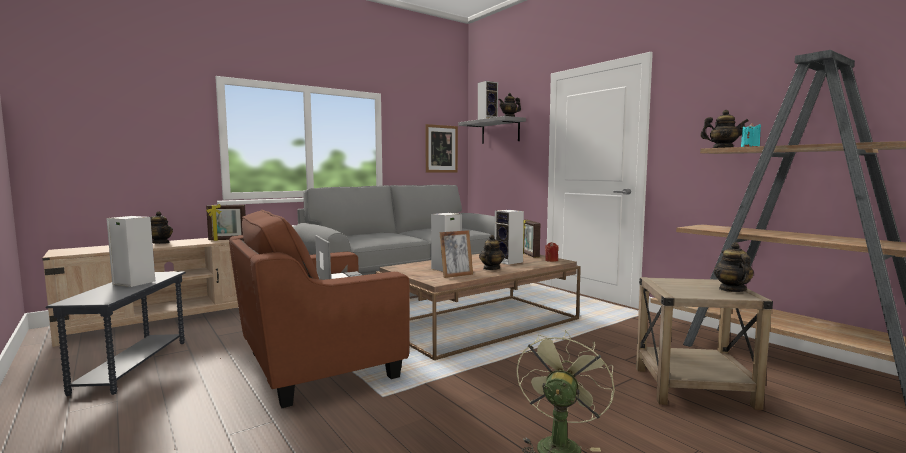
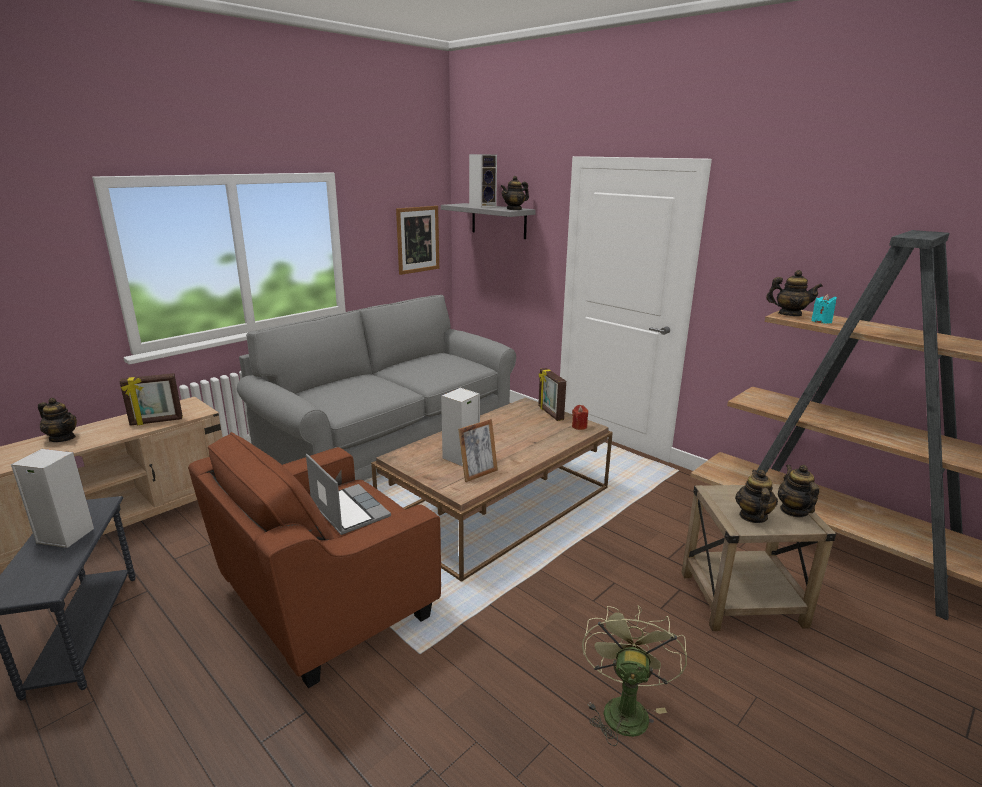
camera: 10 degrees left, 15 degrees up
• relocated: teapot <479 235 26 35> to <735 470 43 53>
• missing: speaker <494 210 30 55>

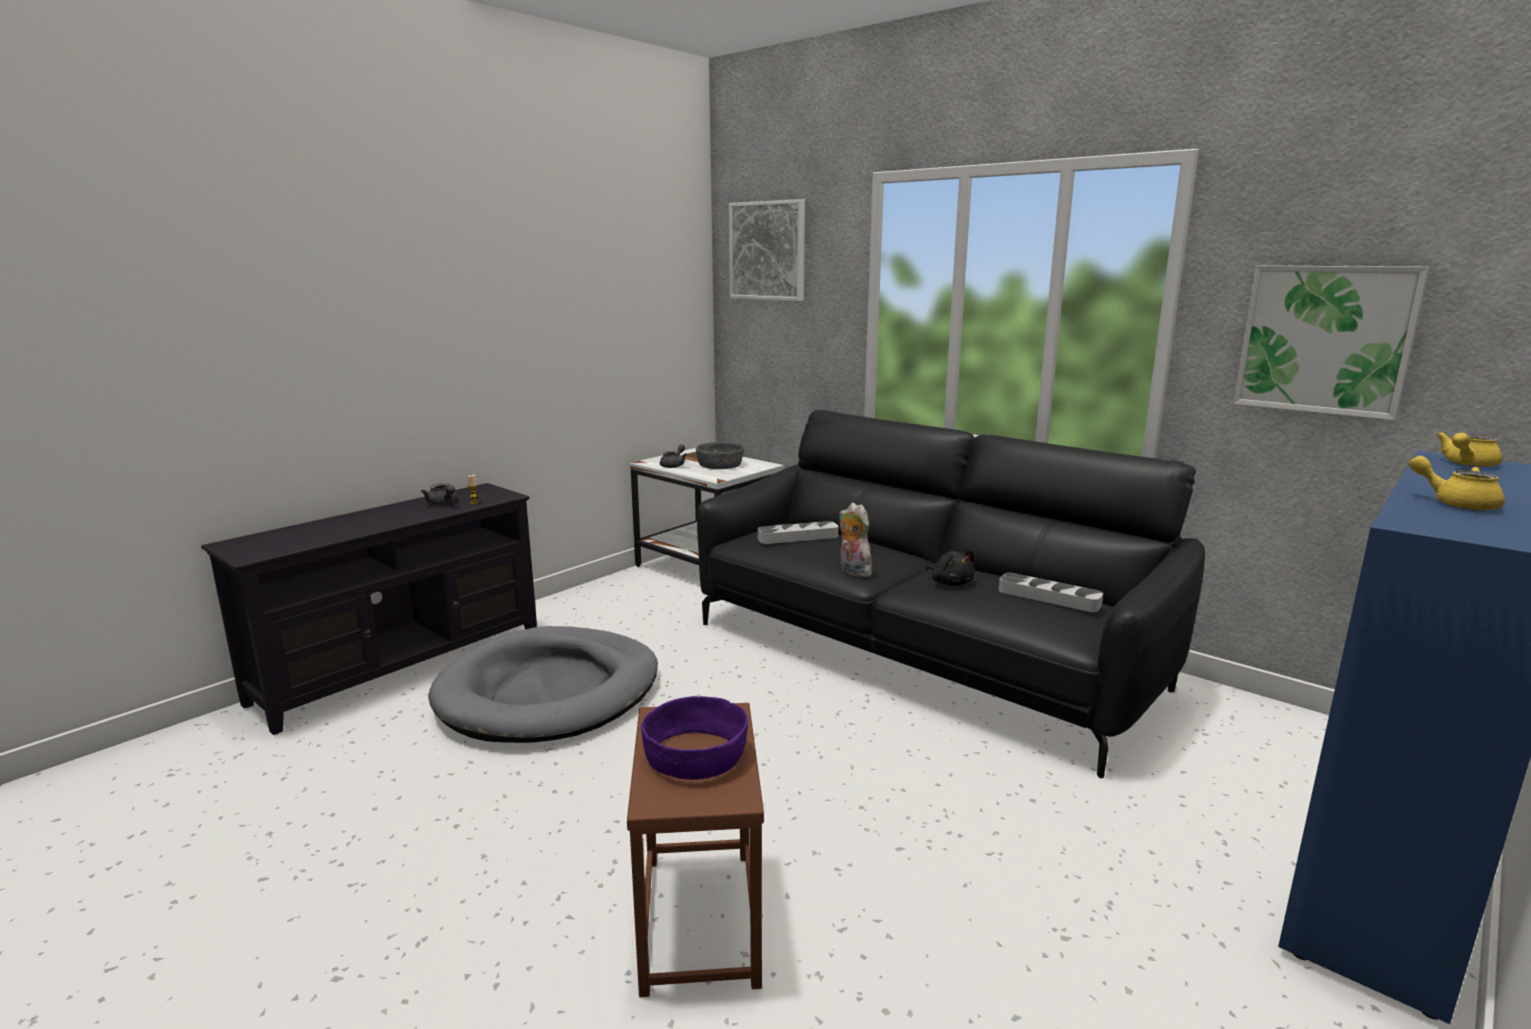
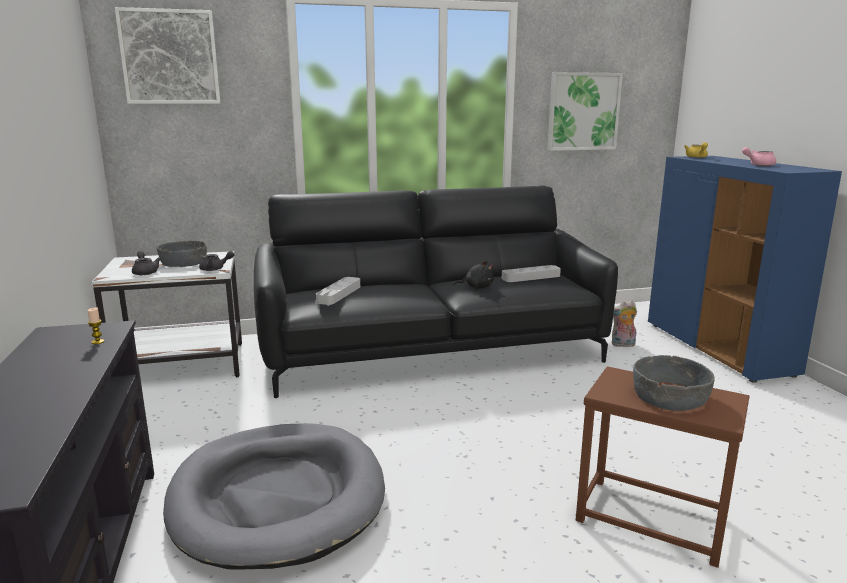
camera: 55 degrees left, 0 degrees up
• relocated: grey teapot <421 483 36 22> to <199 251 35 20>
• relocated: plush toy <839 503 33 74> to <612 300 25 47>
• colour: purple bowl <641 696 107 84> to grey bowl <633 355 82 56>
• colour: yellow teapot <1409 456 96 55> to pink teapot <742 147 34 19>

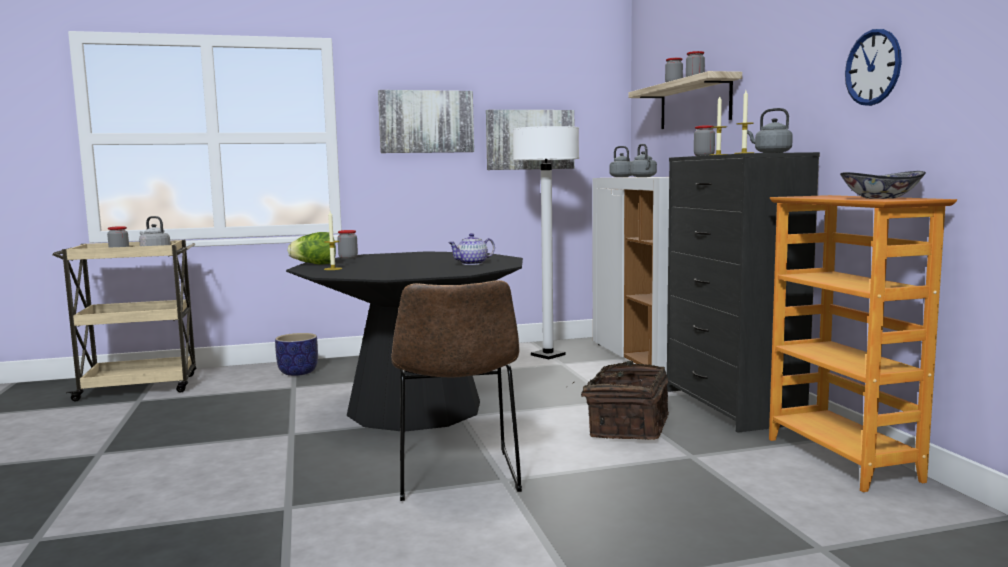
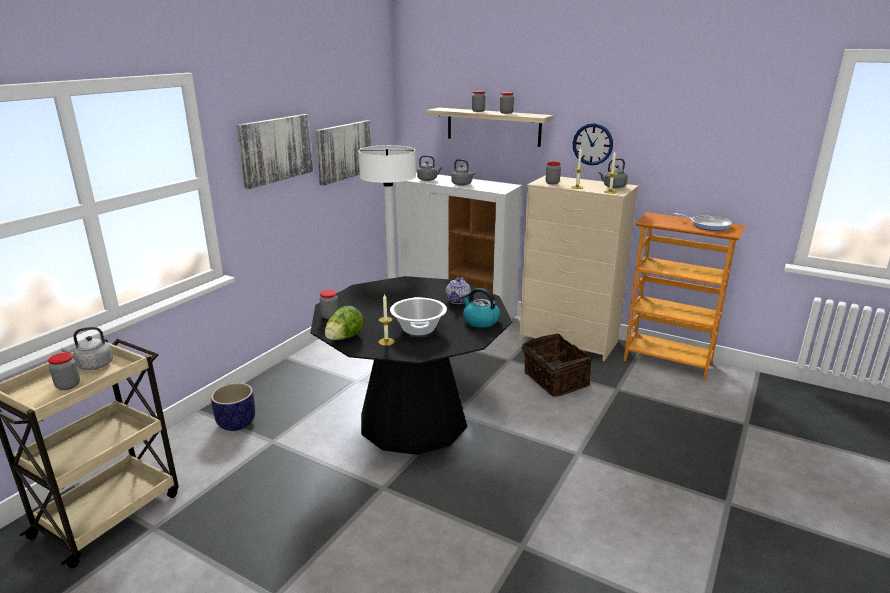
camera: 45 degrees left, 15 degrees up
• appeared: cooking pot <390 297 57 38>
• appeared: kettle <461 288 39 40>
• colour: black dresser <667 152 153 281> to beige dresser <519 175 119 186>
• relocated: wall clock <845 29 57 77> to <573 123 40 42>
• exchanged: bowl <840 171 86 28> to frying pan <673 213 59 18>
• missing: brown chair <391 280 131 221>

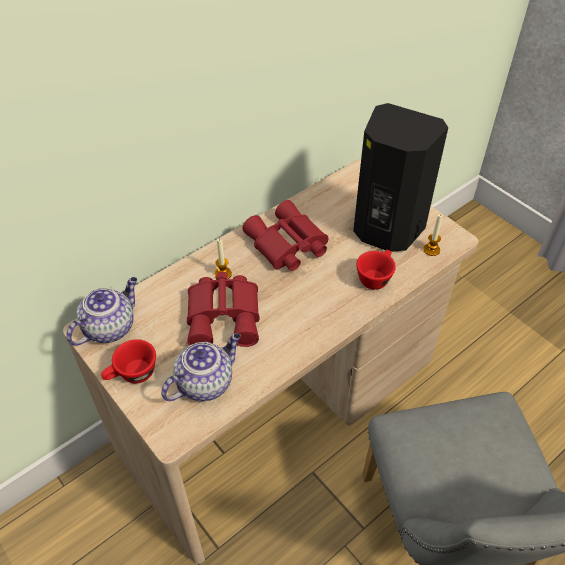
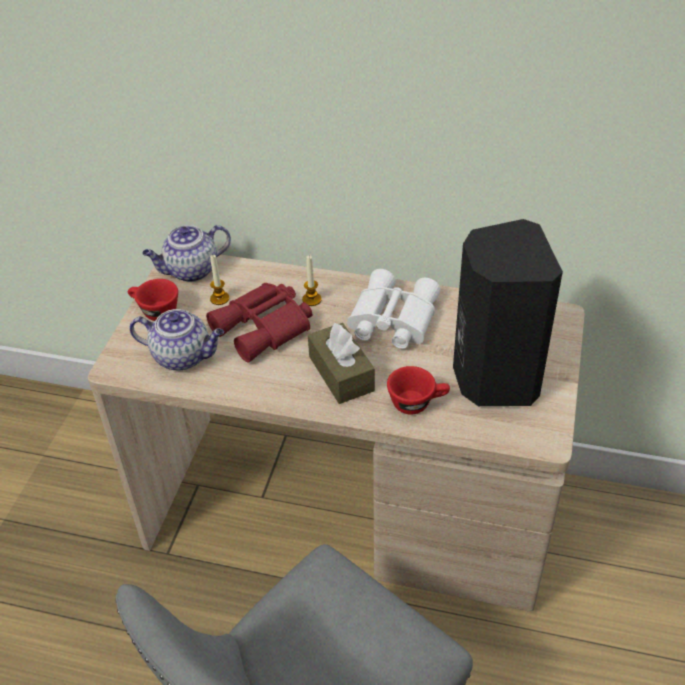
camera: 55 degrees right, 5 degrees down
• spun: teapot <66 277 71 69> = <142 225 89 57> 150 degrees clockwise
• relocated: candle <423 214 20 42> to <210 255 19 50>
• appeared: brown tissue box <308 323 67 81>
• colour: red binoculars <242 200 86 71> to white binoculars <347 269 94 80>

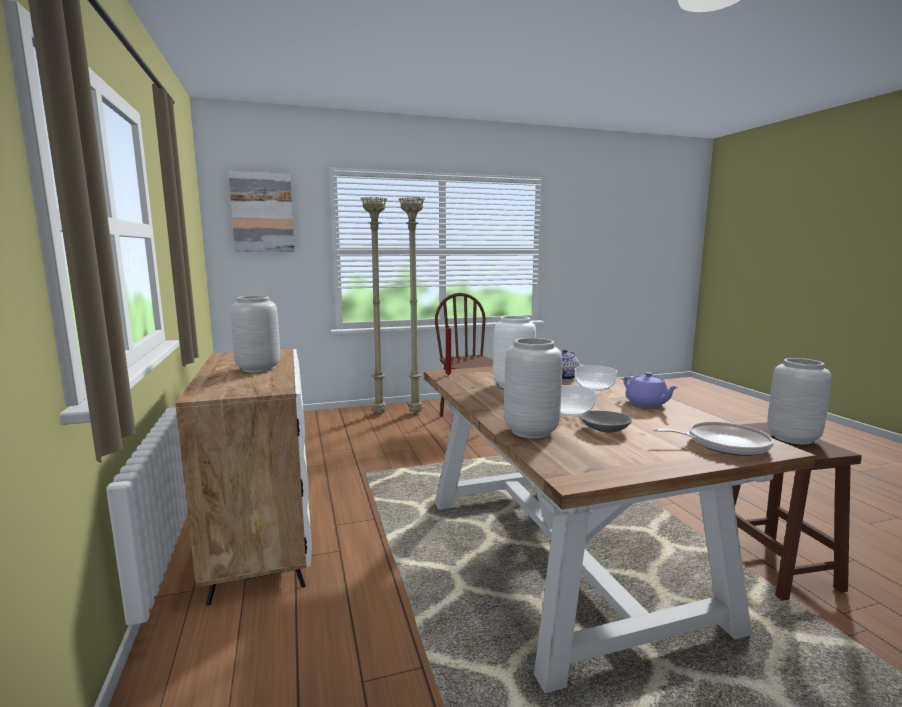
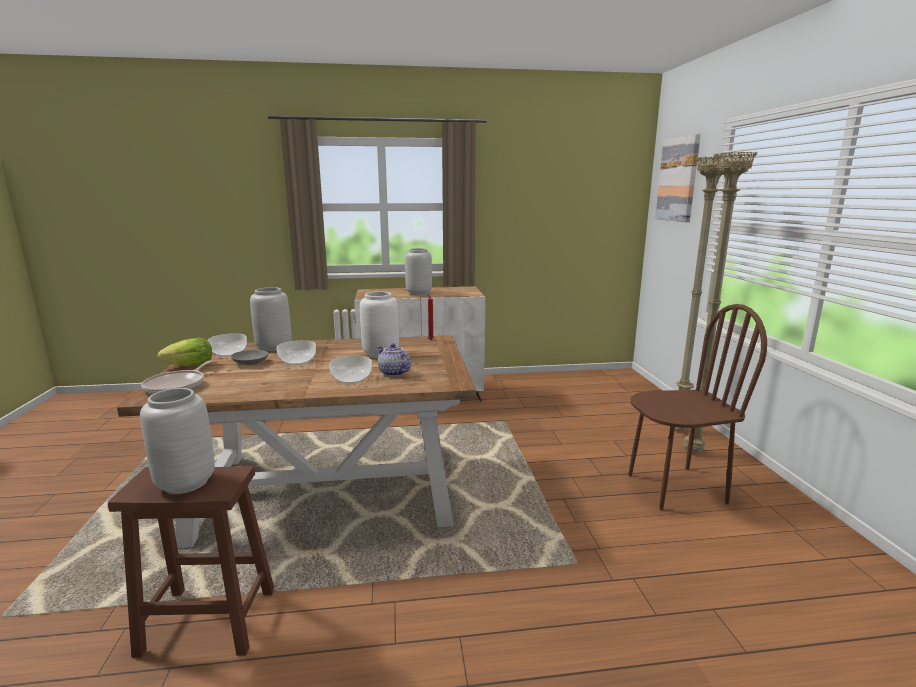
camera: 100 degrees right, 5 degrees up
• appeared: lettuce <158 338 54 28>
• appeared: bowl <207 333 40 24>
• missing: purple teapot <623 372 55 35>

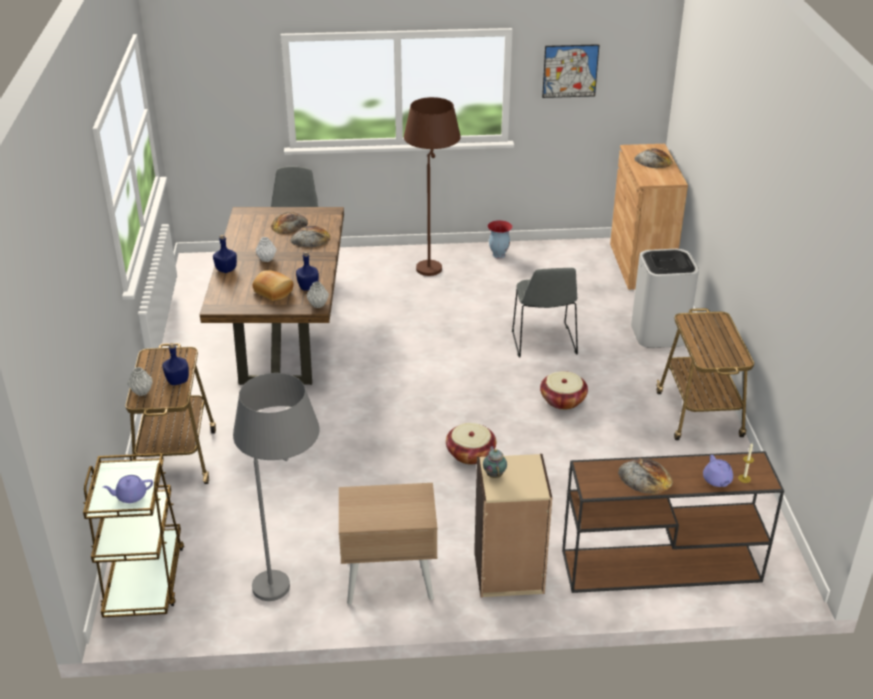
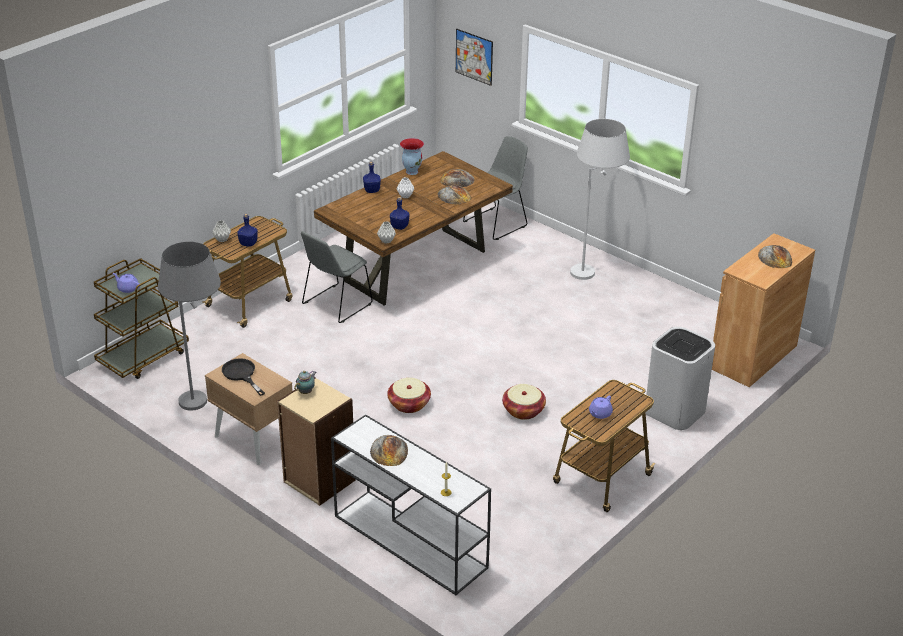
camera: 45 degrees right, 0 degrees up
• appeared: black frying pan <222 358 43 38>
• relocated: grey chair <512 268 66 90> to <301 231 72 92>
• colour: brown console table <562 451 222 142> to white console table <331 415 160 180>
• relocated: vase <487 220 26 38> to <400 138 24 37>
• relocated: picture <542 44 57 54> to <456 29 37 57>
• colour: brown floor lamp <404 97 57 179> to white floor lamp <570 119 60 161>
• relocated: purple teapot <703 455 30 32> to <589 396 24 23>
• missing: bread <253 270 41 31>

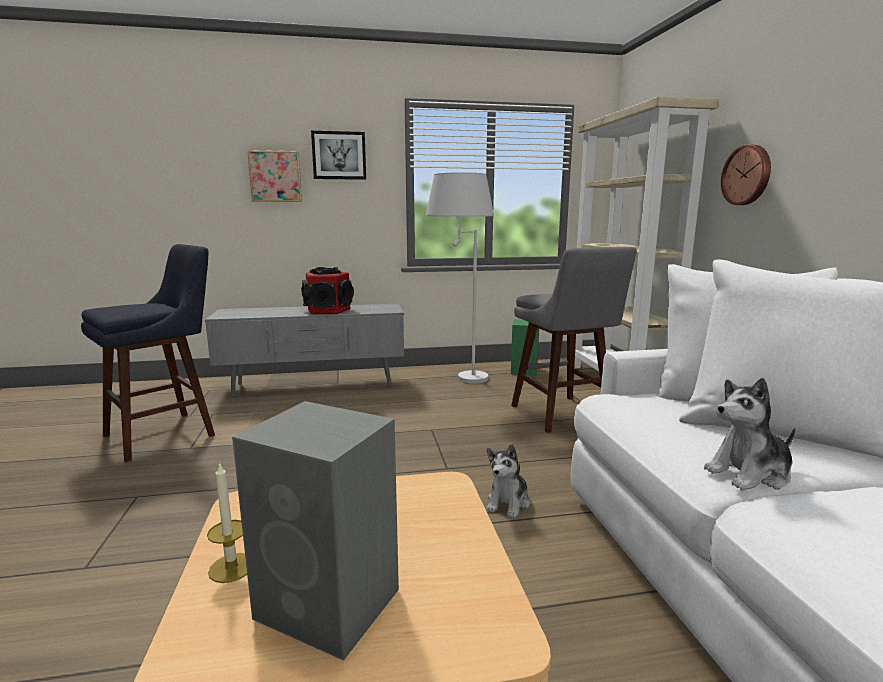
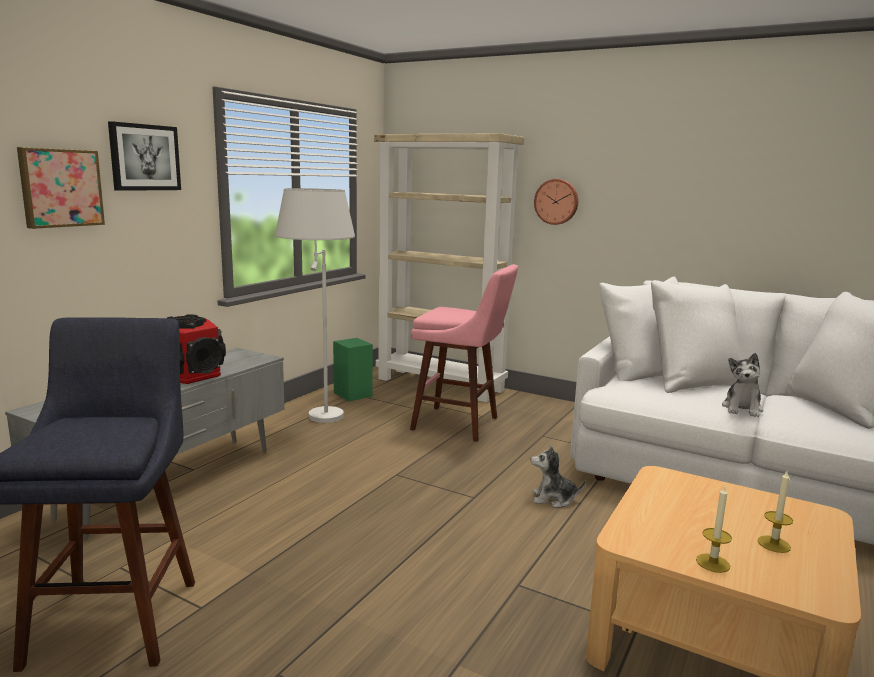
camera: 50 degrees left, 0 degrees up
• colour: grey stool <511 247 126 186> to pink stool <410 264 108 178>
• spun: plush toy <486 444 44 74> = <531 445 55 63> 120 degrees clockwise
• exchanged: grey speaker <232 401 167 260> to candle <758 471 35 82>

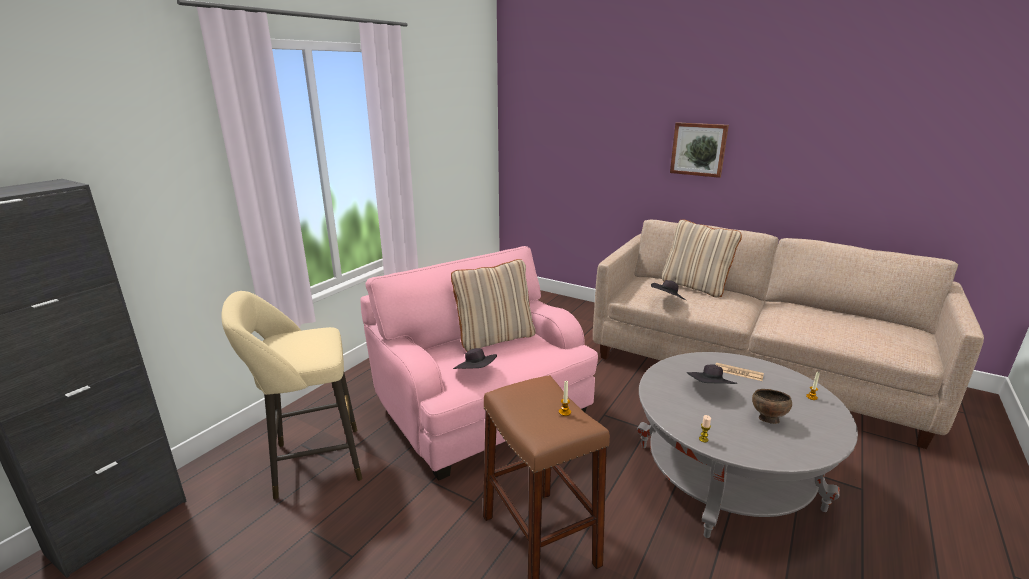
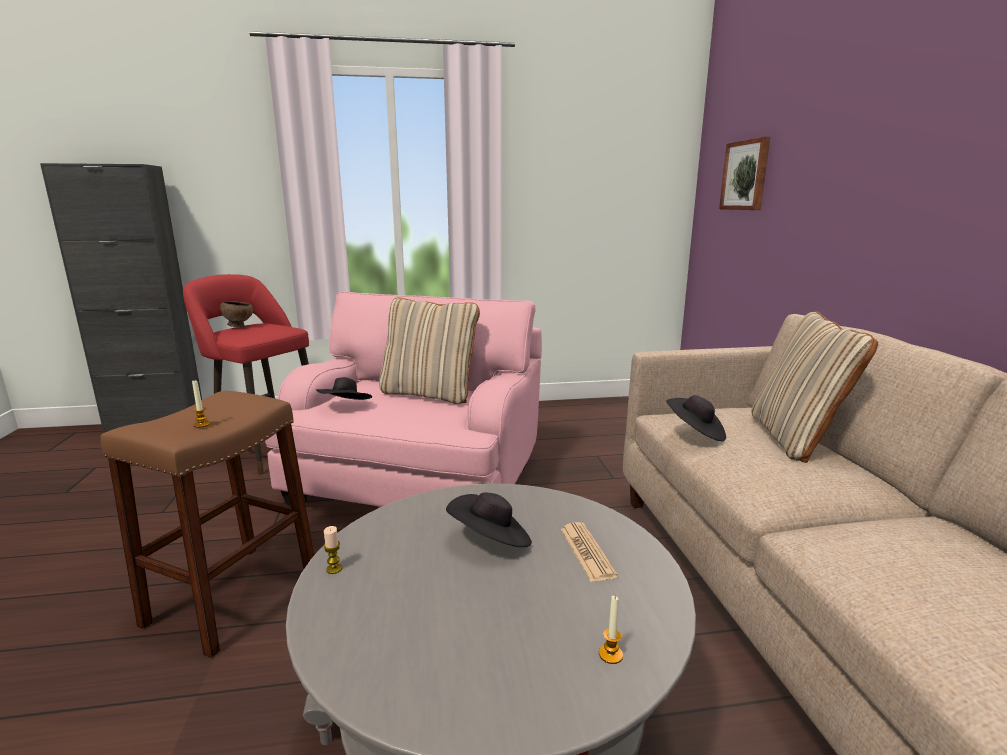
camera: 50 degrees right, 5 degrees down
• colour: beige stool <221 291 141 208> to red stool <183 274 126 201>
• relocated: brown bowl <752 389 40 35> to <220 301 33 26>
• relocated: picture <670 122 59 56> to <719 137 51 73>

